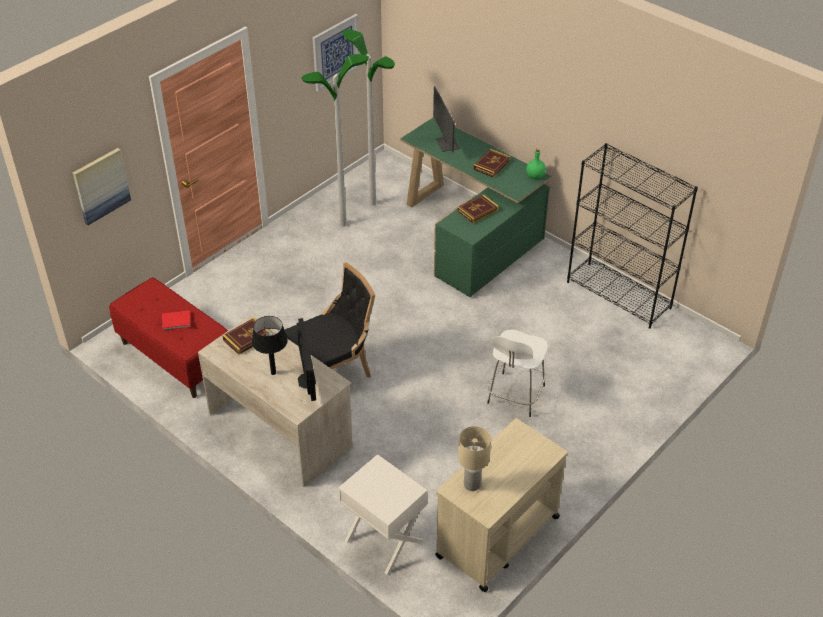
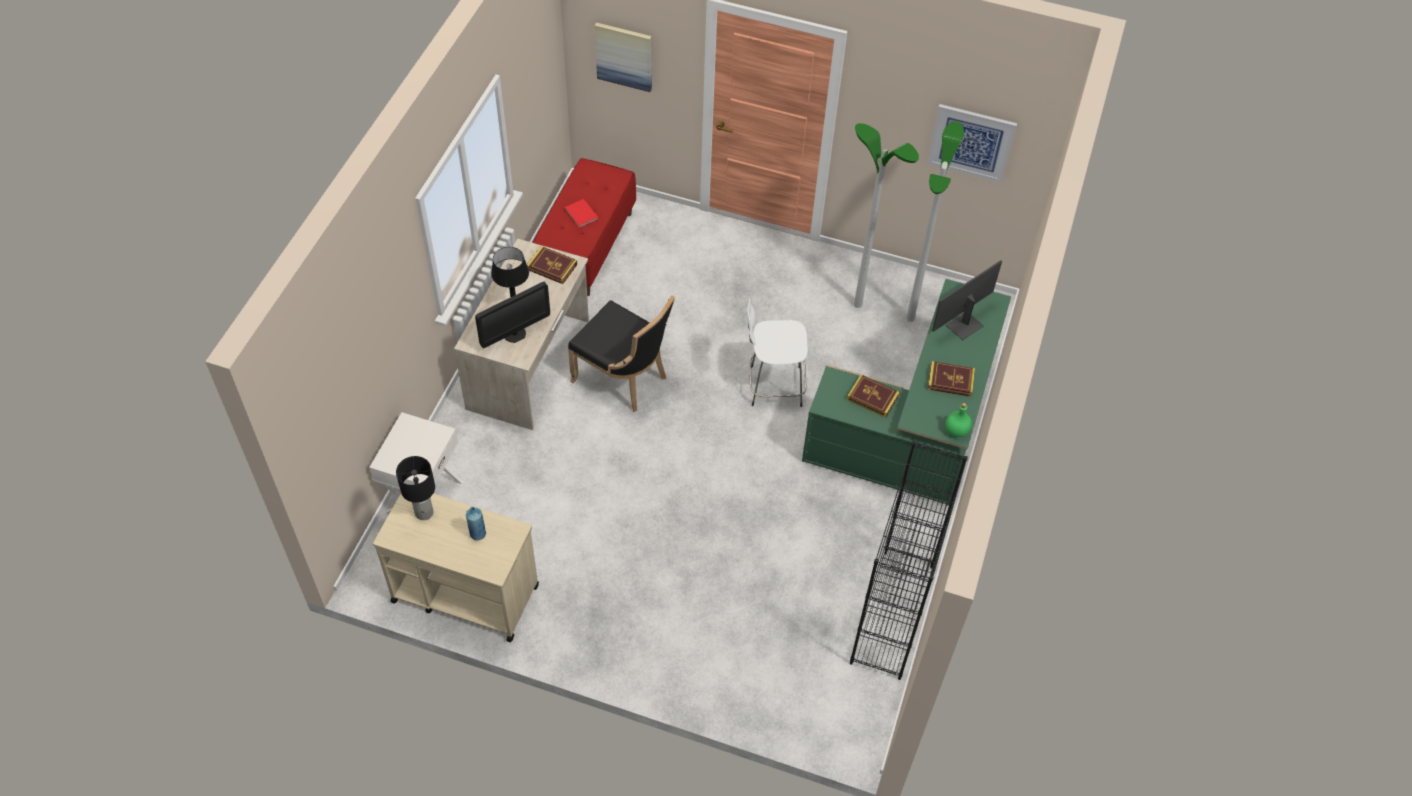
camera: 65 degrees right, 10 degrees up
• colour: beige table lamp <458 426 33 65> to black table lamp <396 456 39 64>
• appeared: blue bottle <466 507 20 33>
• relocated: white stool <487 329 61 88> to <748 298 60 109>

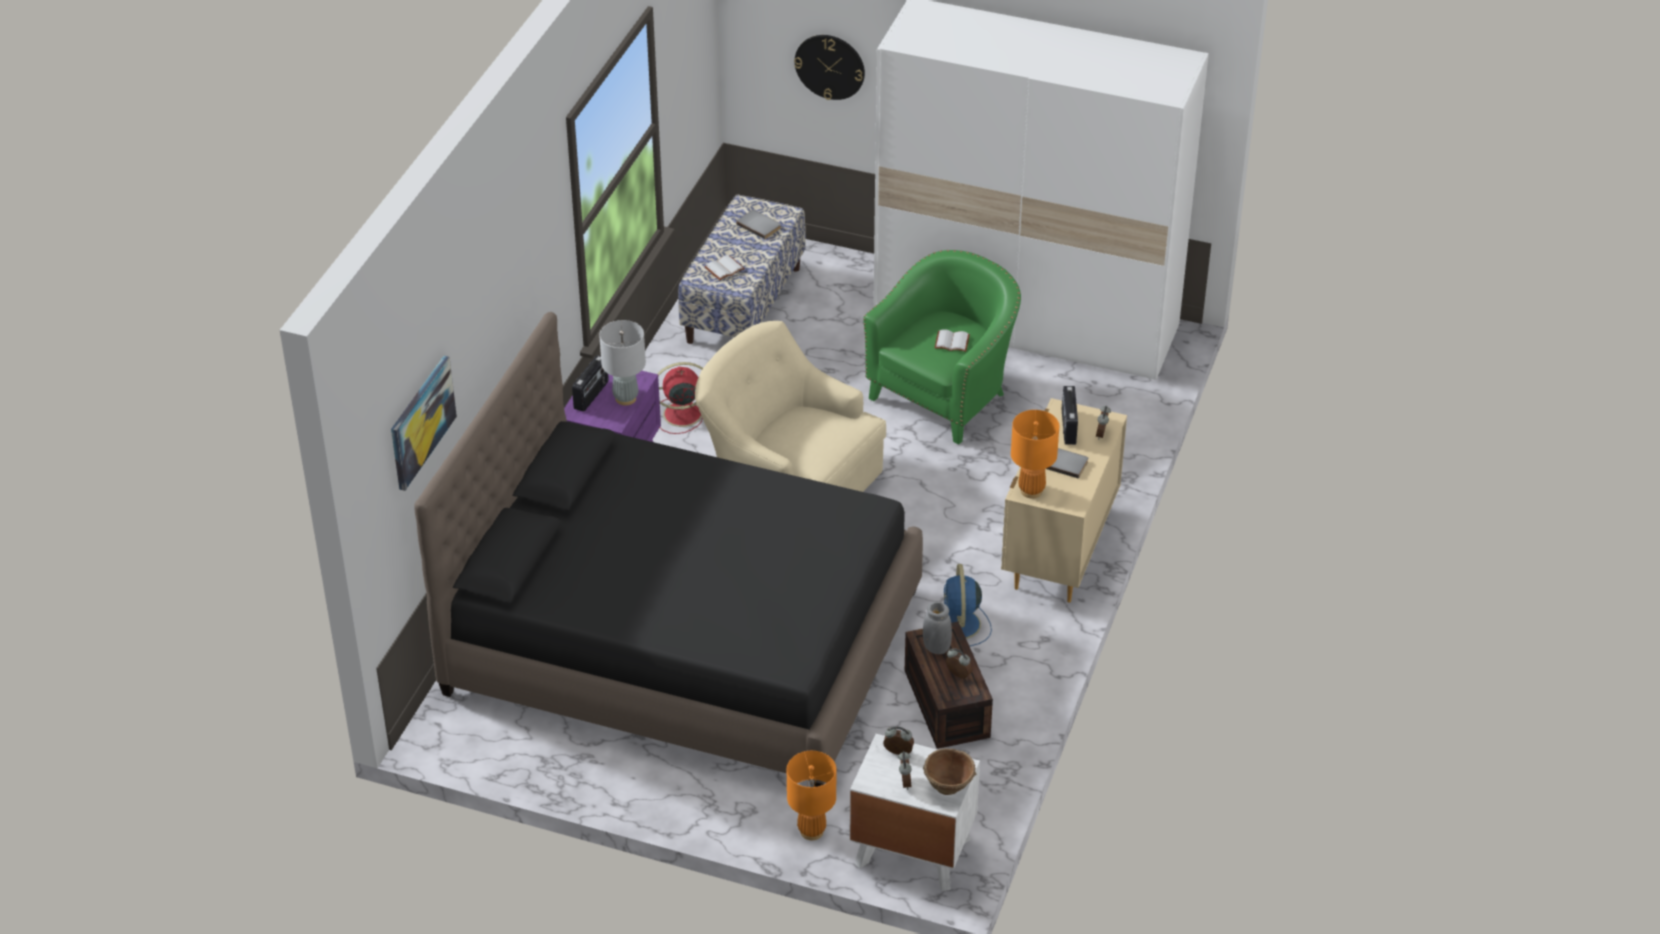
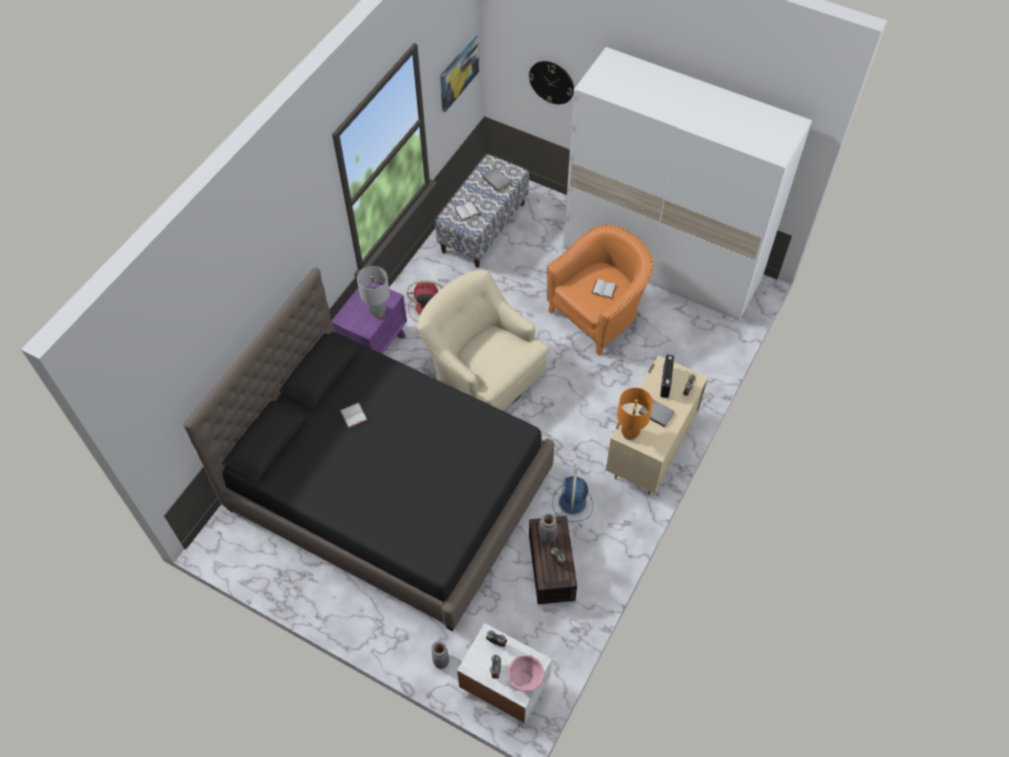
camera: 10 degrees right, 15 degrees up
• appeared: white book <340 402 28 26>
• exchanged: orange table lamp <787 751 49 89> to grey vase <432 641 17 28>
• relocated: picture <391 356 66 135> to <440 35 39 77>
• colour: brown bowl <923 748 53 47> to pink bowl <507 655 37 37>
• colour: green armchair <863 250 158 195> to orange armchair <547 225 106 131>
• missing: radio <572 355 37 57>

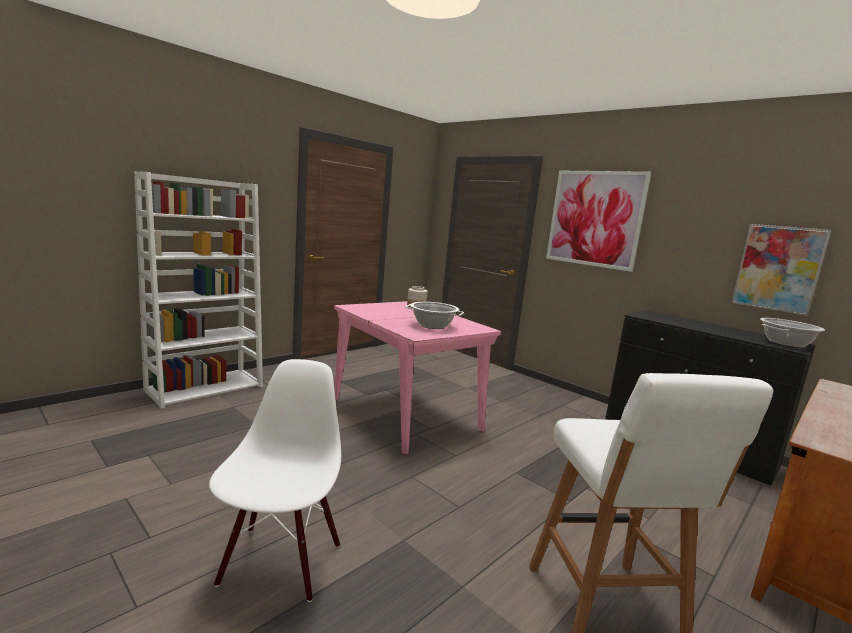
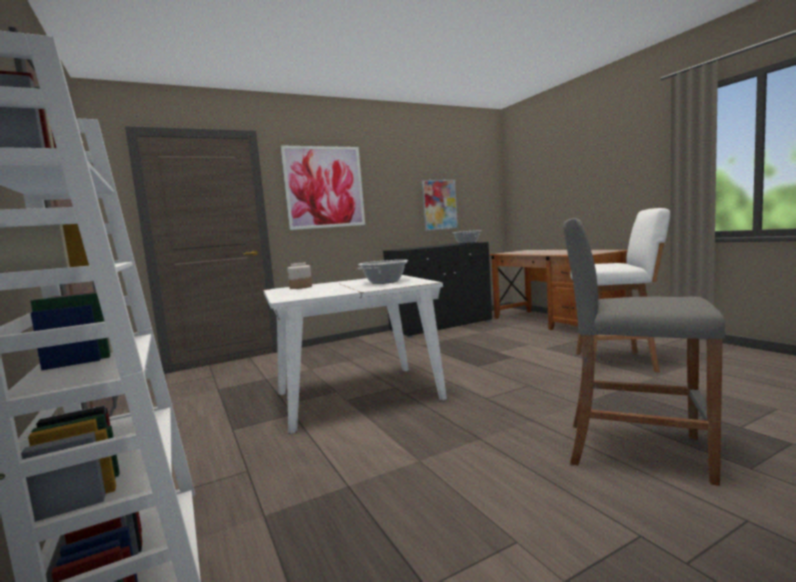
camera: 70 degrees left, 5 degrees down
• colour: pink dining table <334 301 167 154> to white dining table <264 275 183 159>
• exchanged: white chair <209 359 132 243> to grey stool <564 218 161 268>

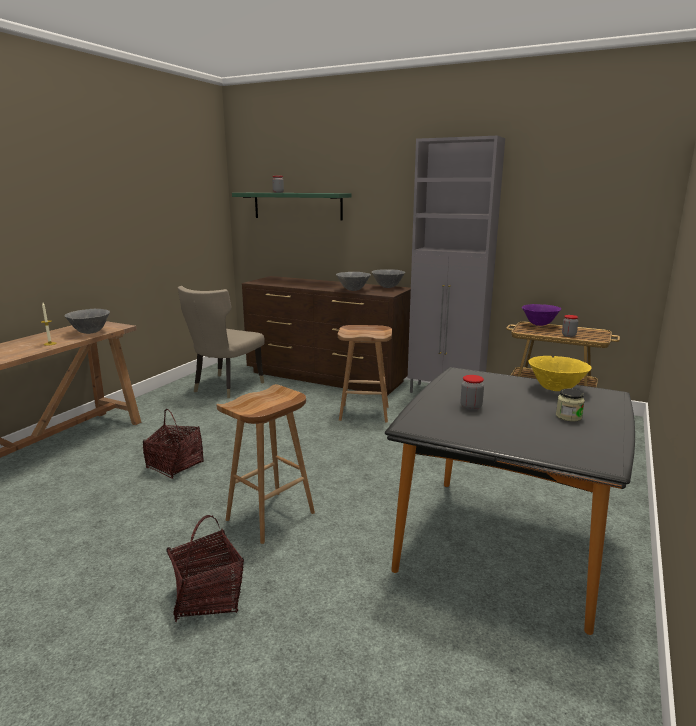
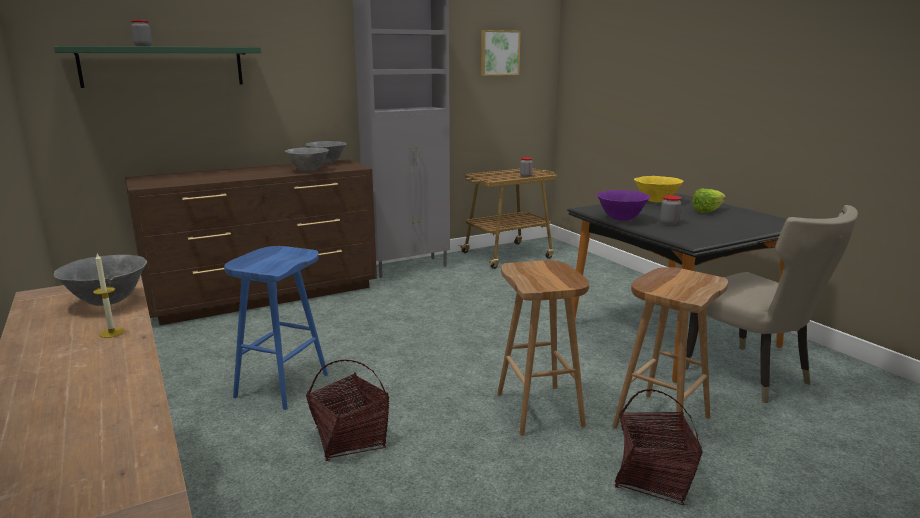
camera: 55 degrees left, 0 degrees up
• appeared: blue stool <224 246 104 164>
• appeared: picture <481 30 39 46>
• relocated: purple bowl <522 304 39 22> to <597 190 53 31>
• relocated: brown stool <338 325 54 98> to <612 267 116 183>
• relocated: beige chair <178 286 87 112> to <685 205 173 198>
• exchanged: jar <556 389 29 33> to lettuce <692 189 34 24>

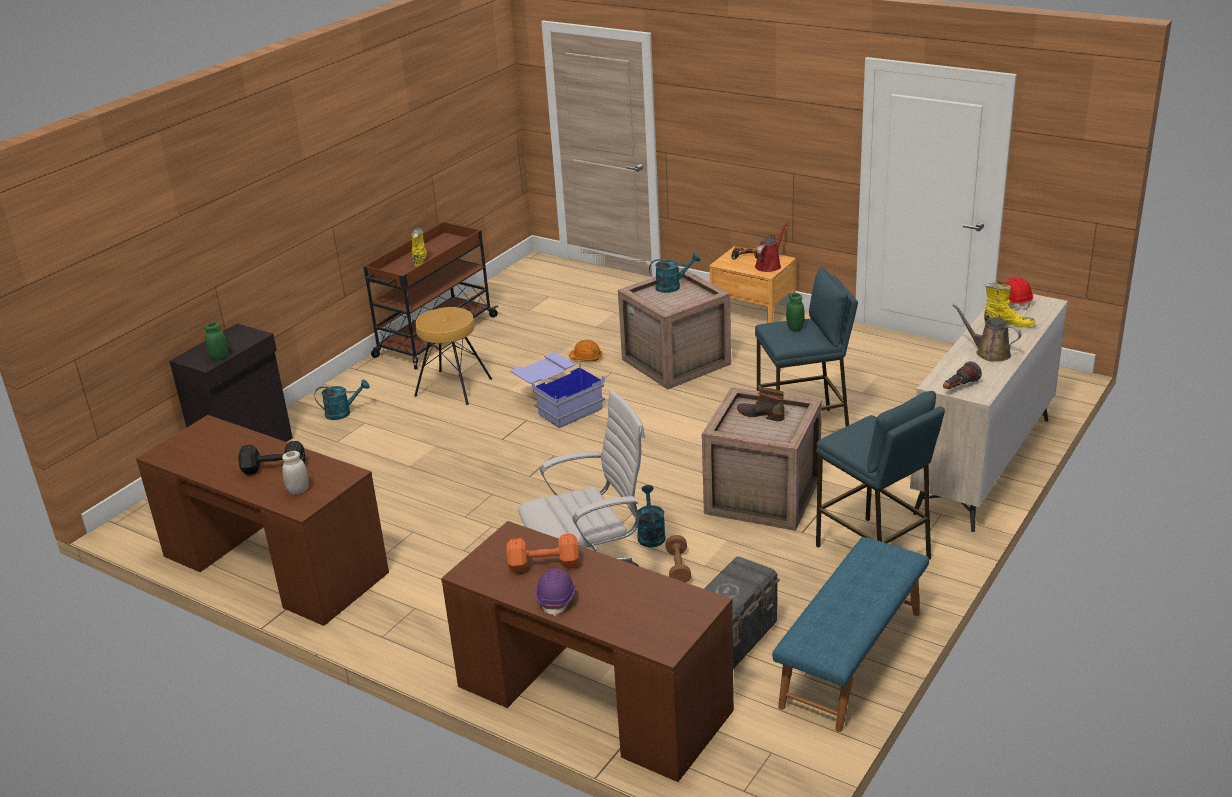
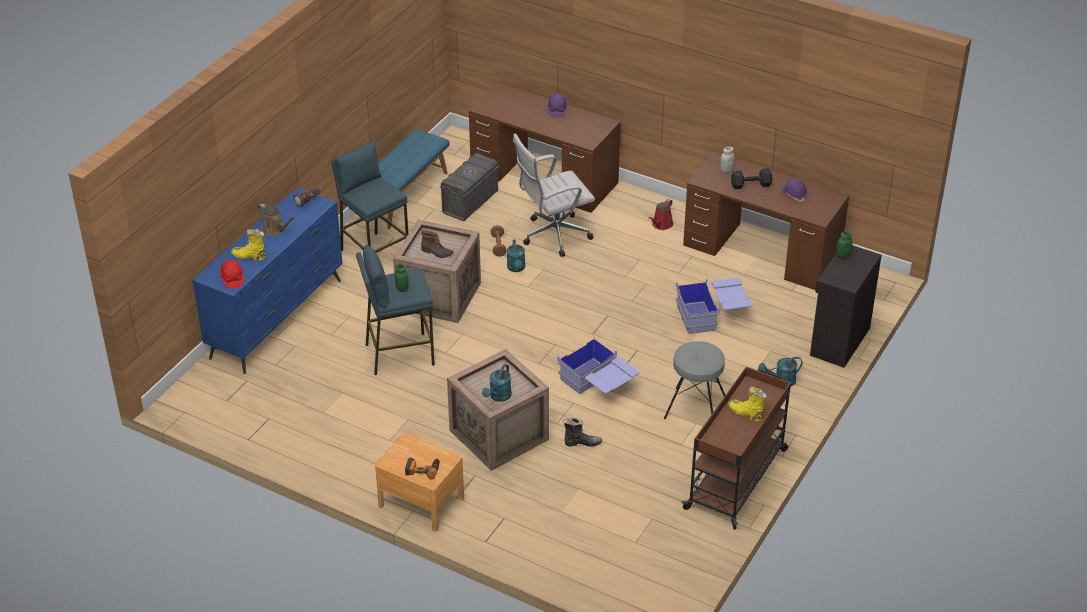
camera: 175 degrees right, 10 degrees up
• colour: beige dresser <910 294 158 238> to blue dresser <192 188 151 186>
• spun: turquoise watering can <649 253 52 40> = <482 364 30 38> 45 degrees counterclockwise
• exchanged: orange hard hat <569 340 33 21> to black boot <563 418 39 29>
• relocated: red watering can <755 223 32 49> to <648 199 25 31>
• colour: brown stool <414 307 78 98> to grey stool <664 341 61 78>
• appeared: blue storage box <676 278 76 56>
• spun: yellow boot <411 228 16 39> = <729 386 38 36> 135 degrees clockwise
• appeared: purple hard hat <781 178 26 24>
• missing: orange dumbbell <507 534 72 38>

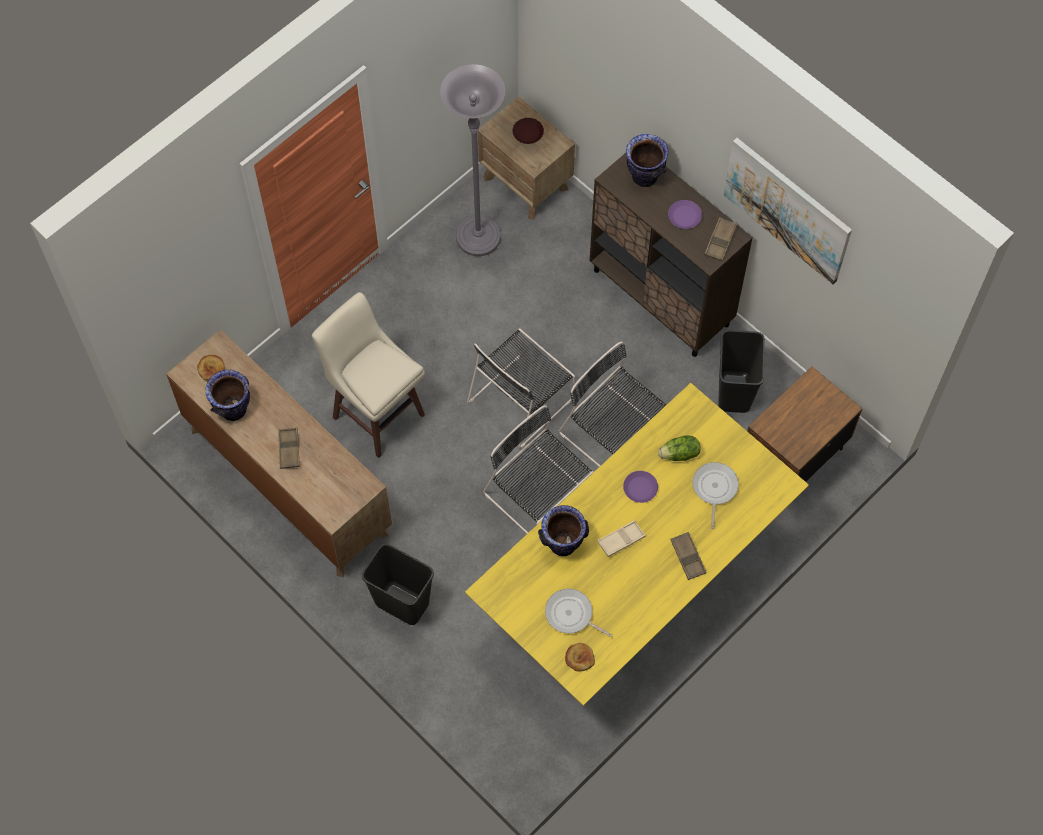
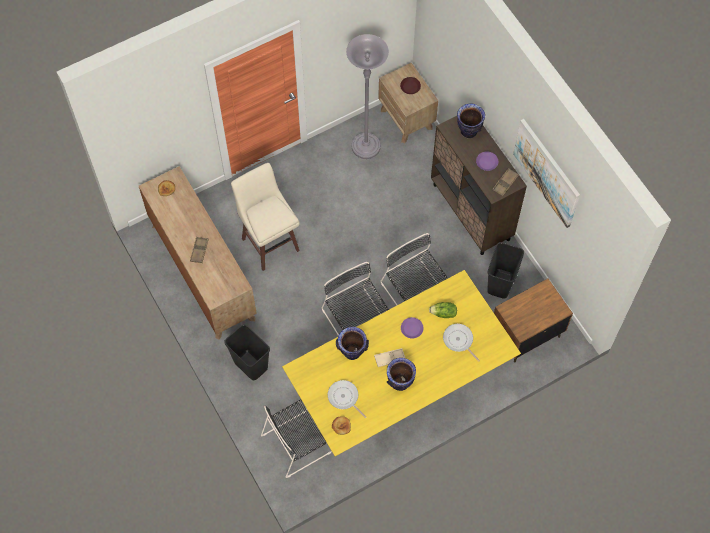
camera: 15 degrees right, 0 degrees up
• relocated: black chair <467 328 108 120> to <261 400 71 78>
• relocated: vase <205 370 45 51> to <387 358 29 33>
• spun: frying pan <693 462 46 67> = <443 324 37 38> 60 degrees counterclockwise
• missing: brown tray <670 532 37 48>

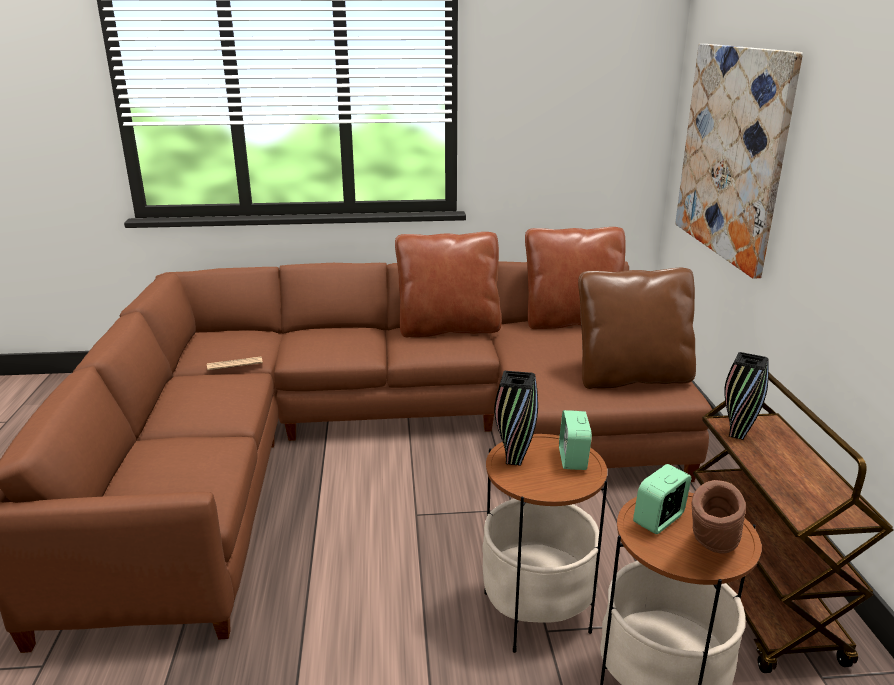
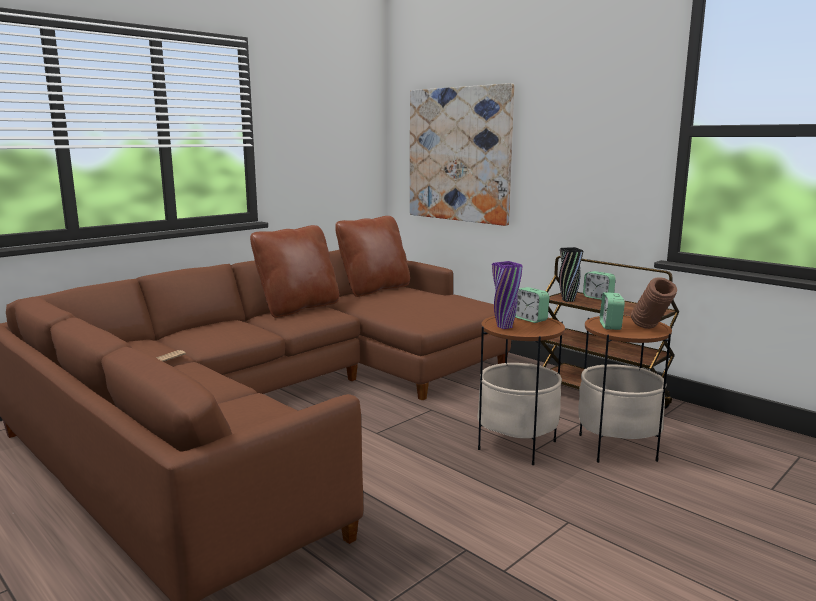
camera: 40 degrees left, 10 degrees down
• colour: black vase <494 371 44 95> to purple vase <492 261 31 68>
• appeared: alarm clock <583 271 33 29>
• missing: brown pillow <578 268 118 121>

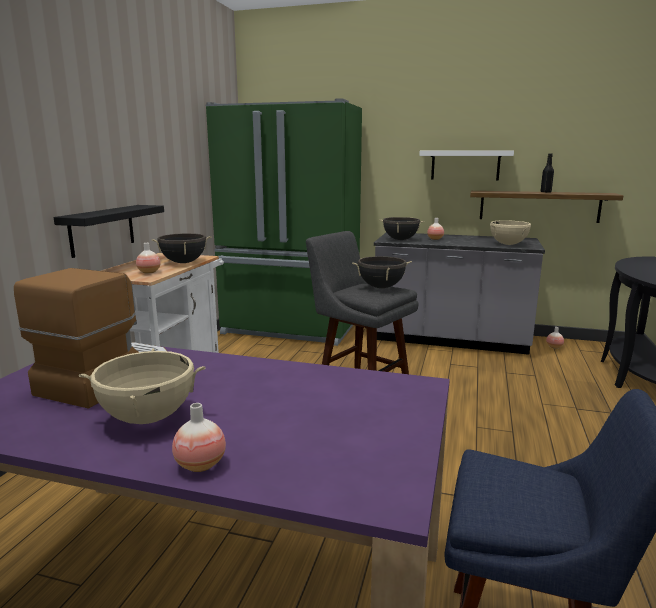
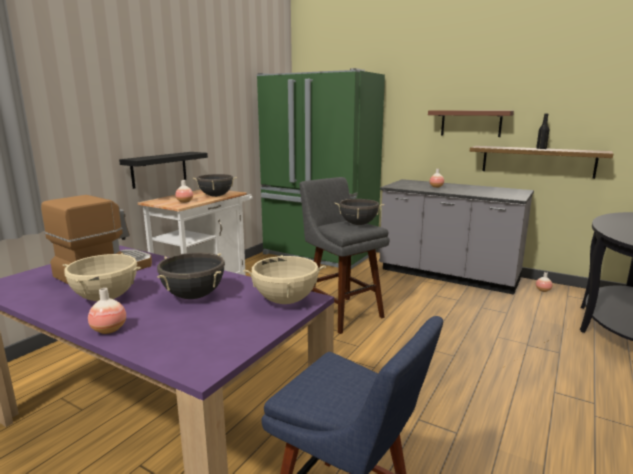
camera: 15 degrees right, 0 degrees up
• relocated: black cooking pot <379 217 45 23> to <157 253 68 46>
• relocated: beige cooking pot <490 220 41 25> to <243 255 83 49>
• colour: white shelf <419 150 95 30> to brown shelf <428 110 86 27>

